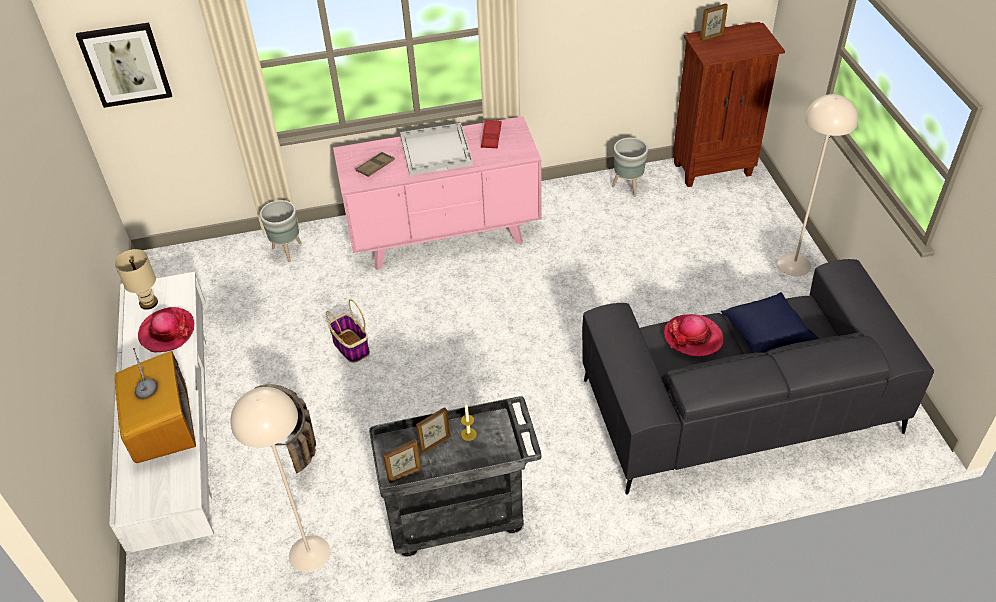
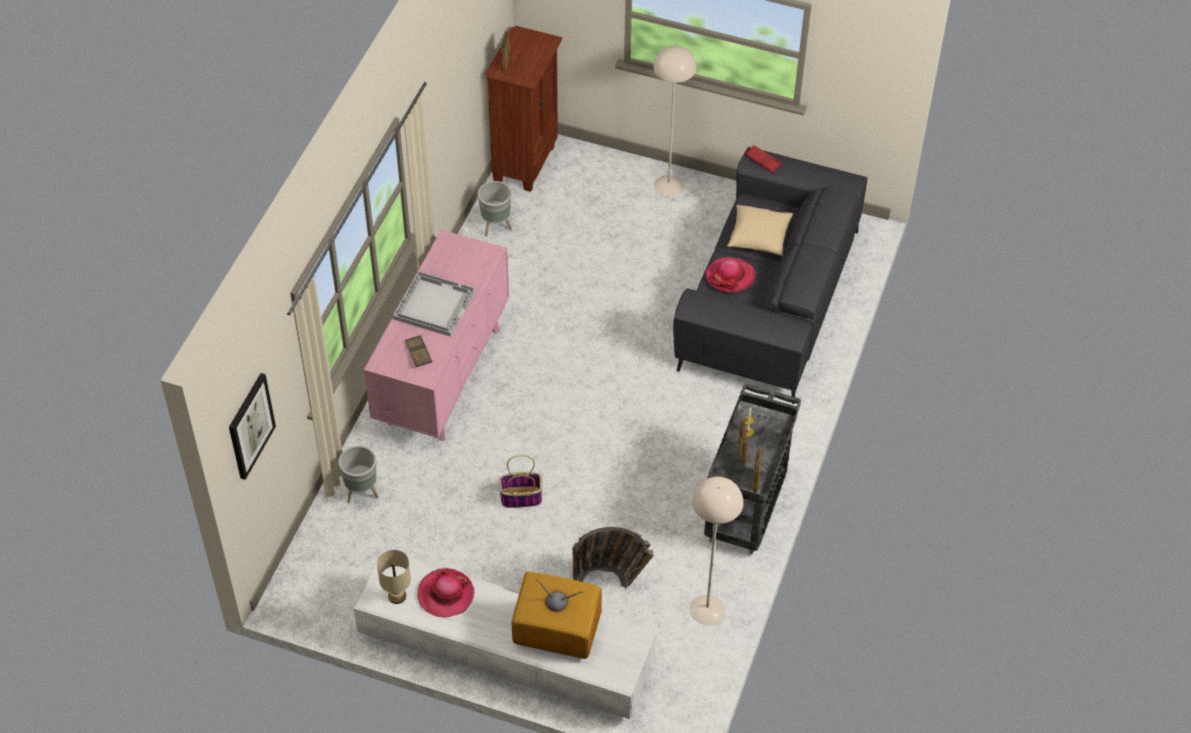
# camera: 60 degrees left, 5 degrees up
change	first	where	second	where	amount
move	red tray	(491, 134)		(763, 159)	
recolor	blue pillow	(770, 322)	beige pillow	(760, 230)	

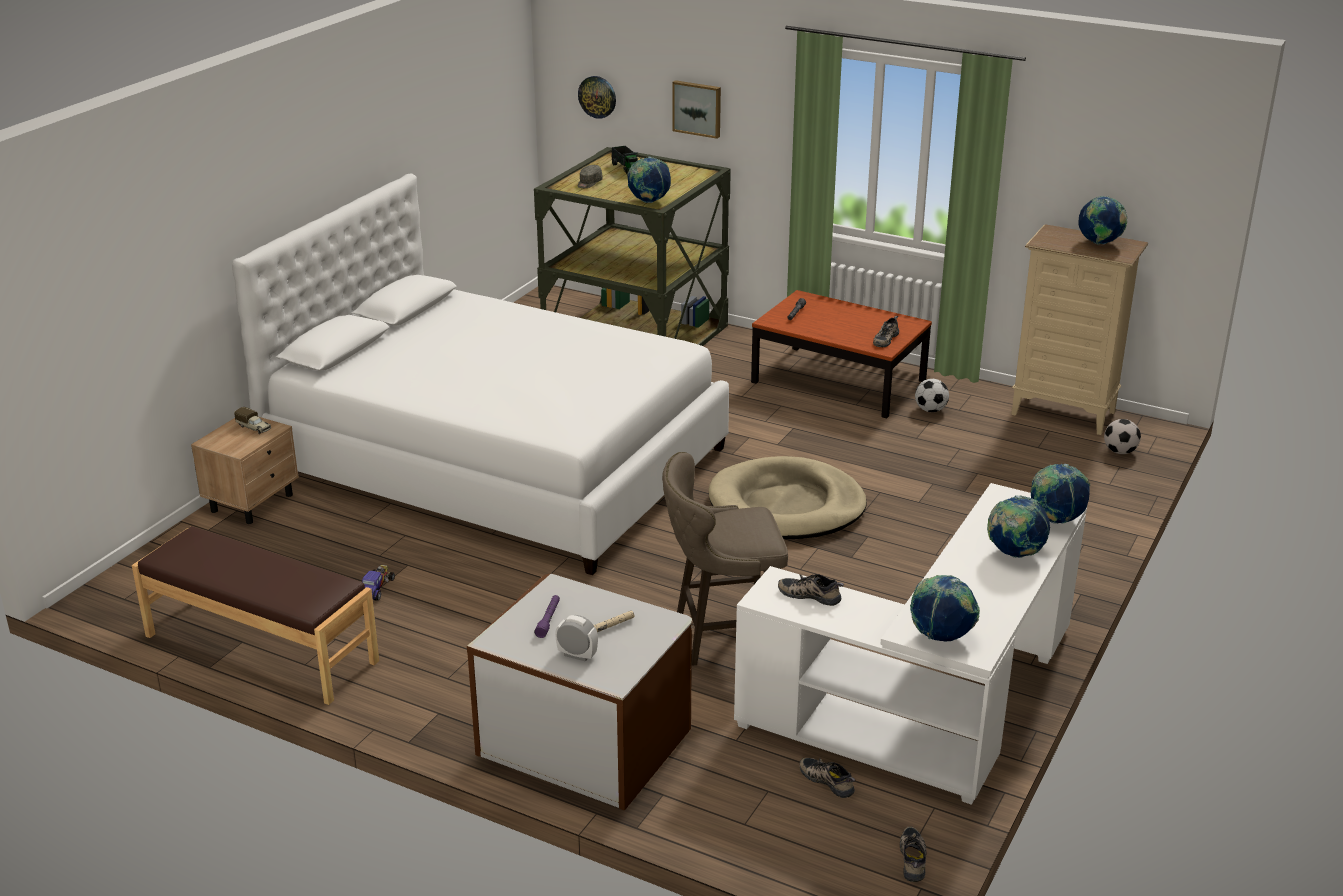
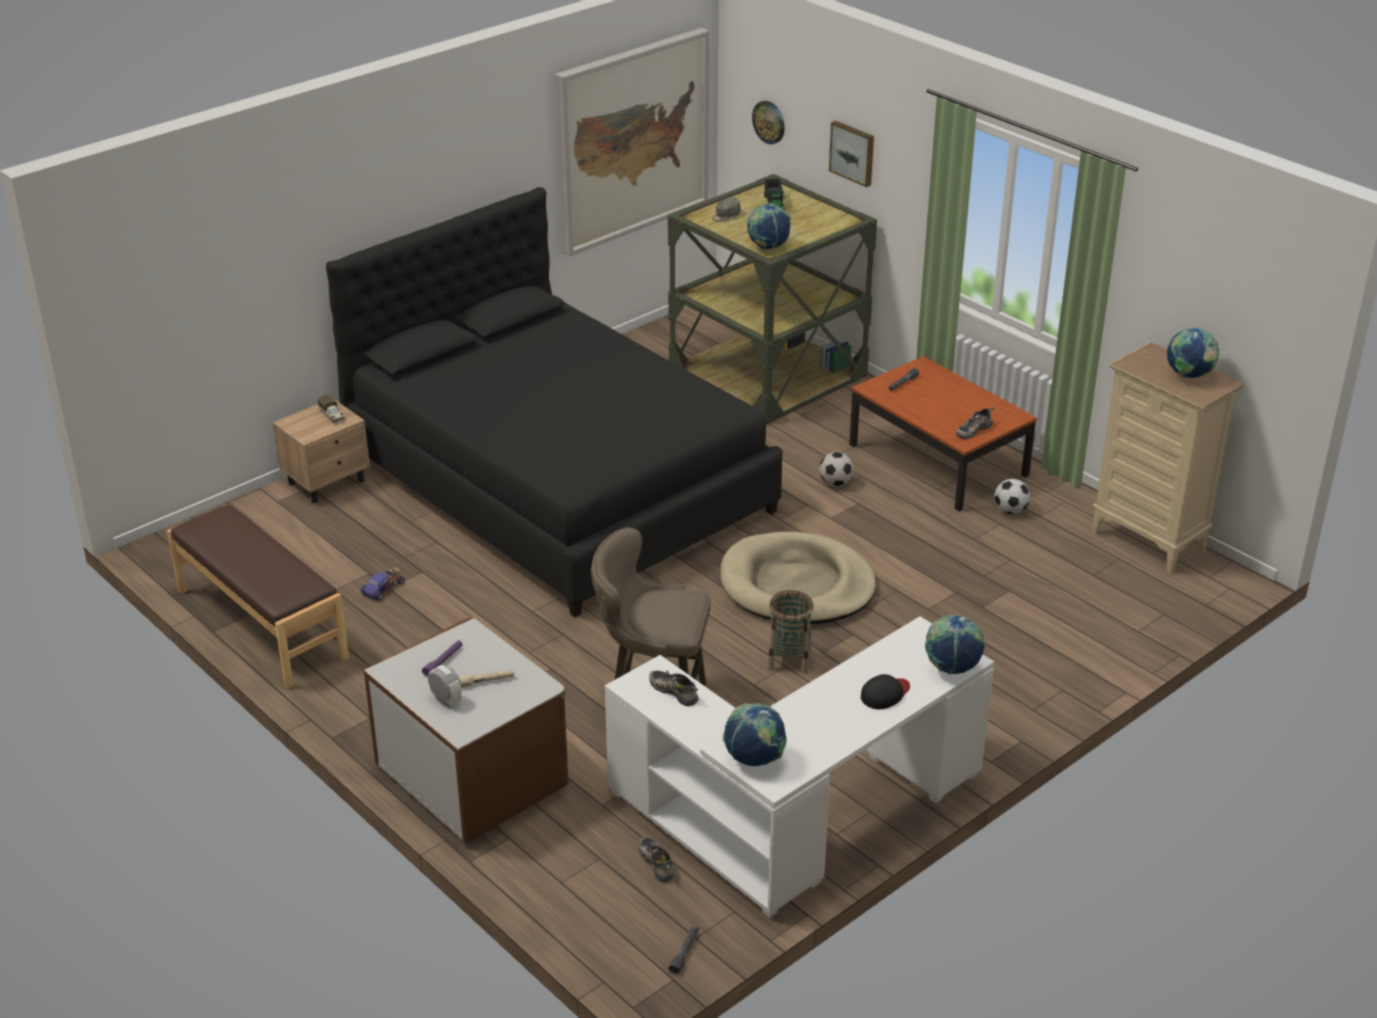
# camera: 20 degrees right, 5 degrees up
change	first	where	second	where	amount
insert			picture	(632, 142)	
insert			basket	(790, 631)	
move	football	(1122, 436)		(836, 469)	
replace	shoe	(913, 854)	grey flashlight	(683, 950)	
replace	globe	(1018, 526)	black cap	(885, 692)	
recolor	white bed	(480, 374)	black bed	(554, 402)	

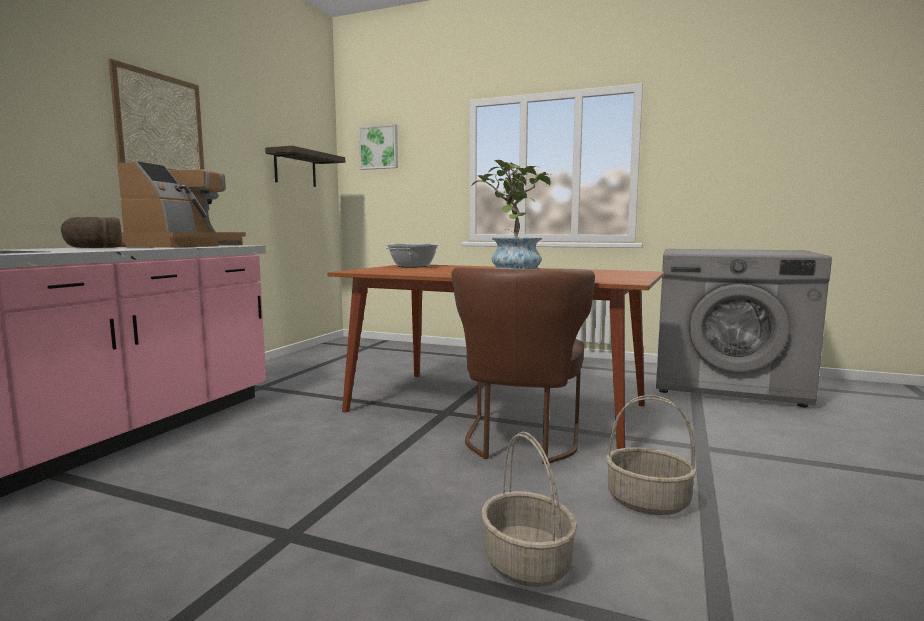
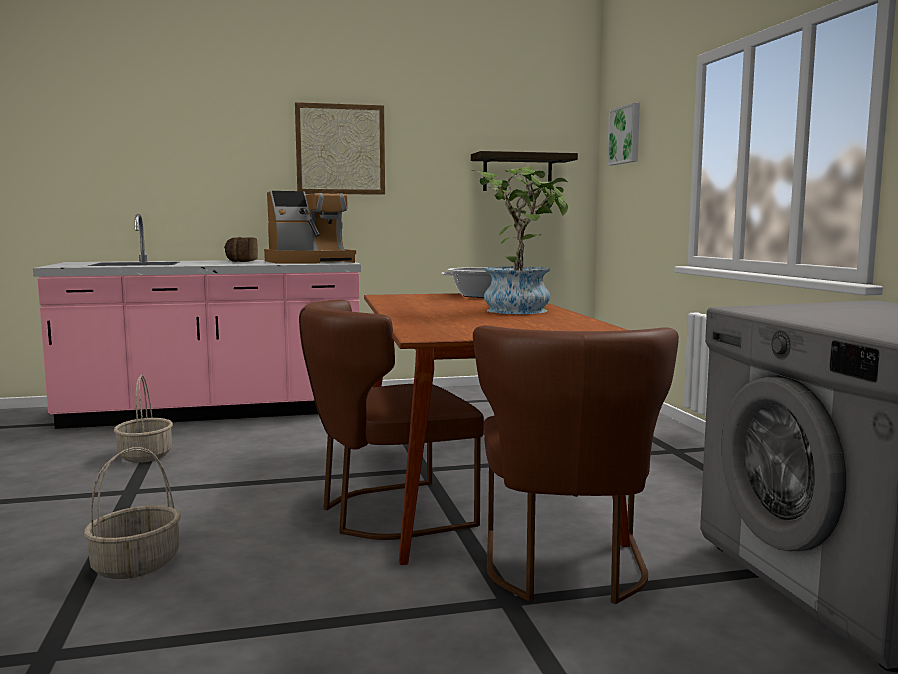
# camera: 55 degrees right, 0 degrees up
change	first	where	second	where	amount
insert			brown chair	(576, 464)	
move	basket	(651, 455)		(143, 419)	

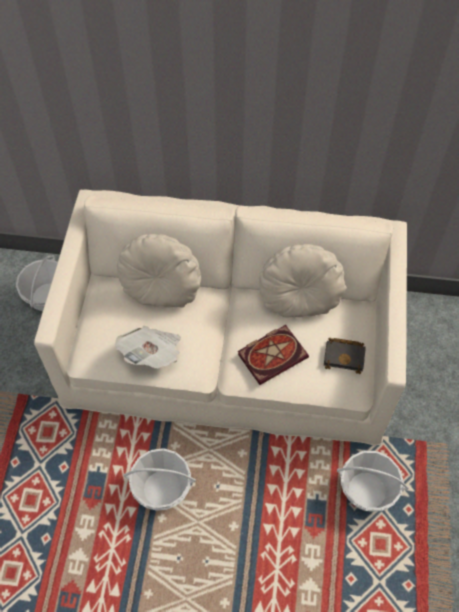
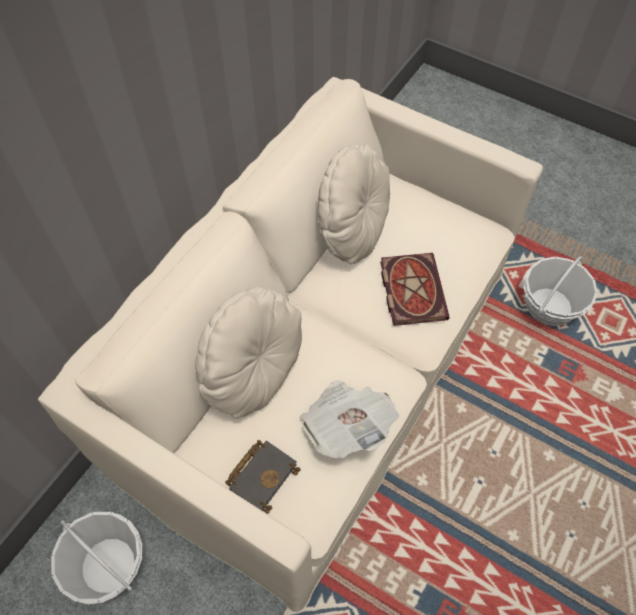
# camera: 65 degrees left, 0 degrees up
change	first	where	second	where	amount
delete	basket	(160, 479)			
move	black book	(345, 356)		(263, 477)	

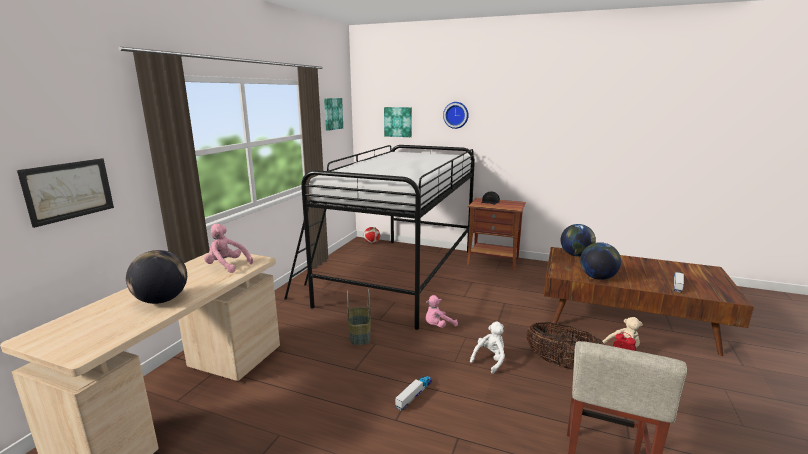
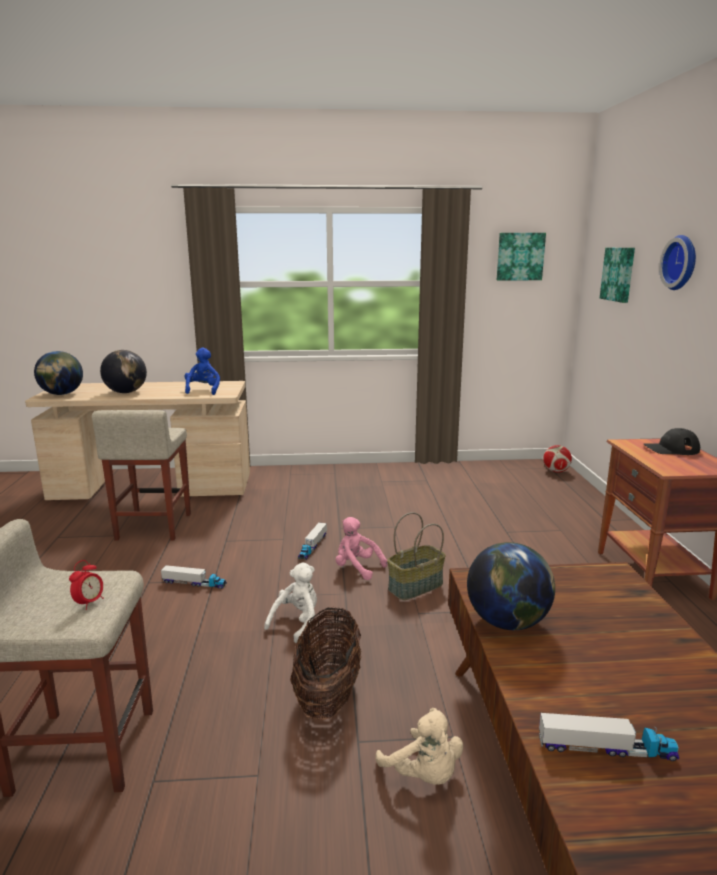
# camera: 65 degrees right, 0 degrees up
change	first	where	second	where	amount
delete	picture	(65, 193)			
delete	black bed	(379, 237)			
insert			beige stool	(141, 475)	
insert			toy truck	(312, 541)	
move	basket	(359, 317)		(416, 556)	
move	globe	(578, 240)		(58, 373)	
recolor	pink plush toy	(228, 248)	blue plush toy	(202, 371)	
rotate	white plush toy	(487, 348)		(290, 602)	75 degrees counterclockwise

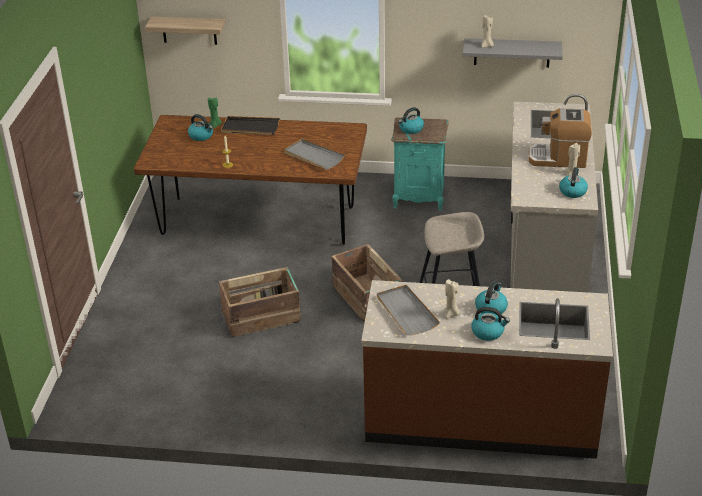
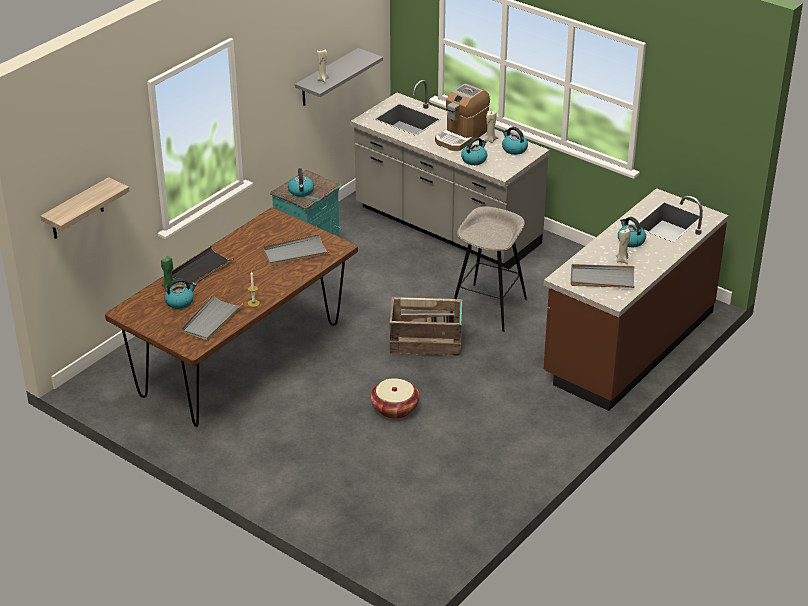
# camera: 60 degrees left, 0 degrees up
change	first	where	second	where	amount
insert			grey tray	(212, 317)	
move	kettle	(490, 324)		(474, 151)	
replace	crate	(260, 302)	basket	(395, 398)	

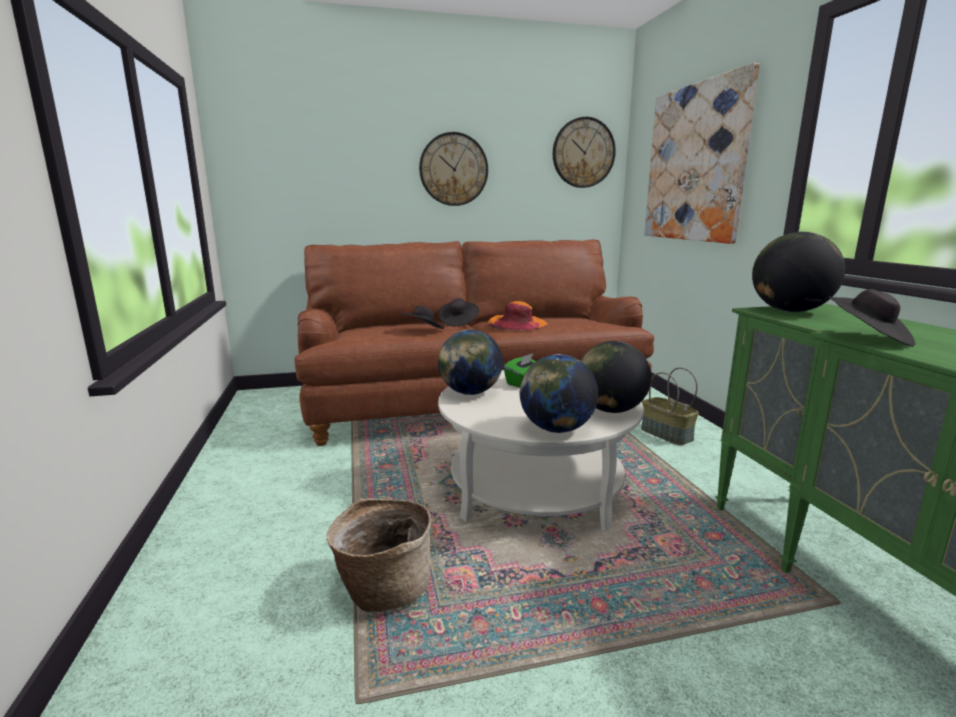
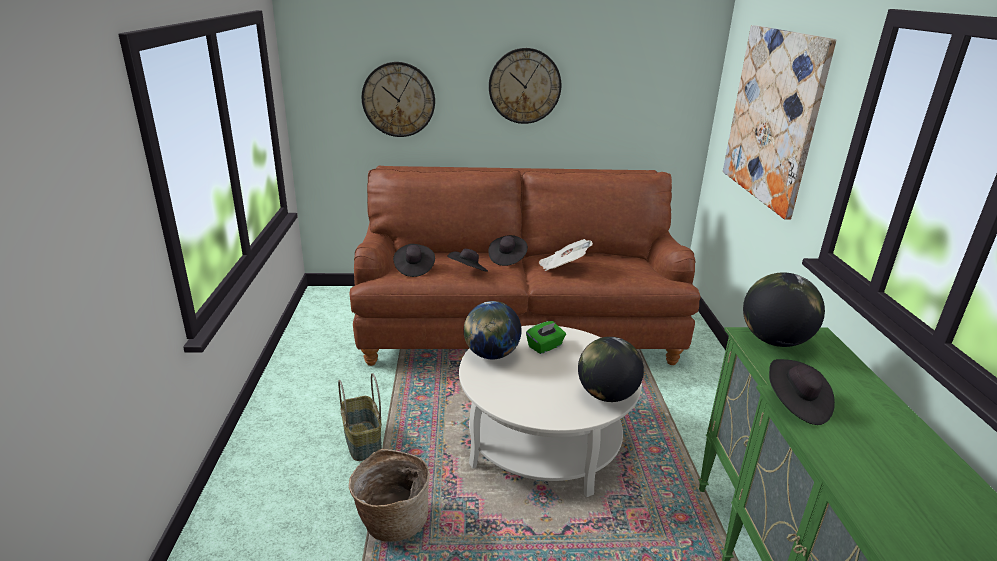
# camera: 10 degrees right, 10 degrees up
change	first	where	second	where	amount
delete	globe	(558, 393)			
insert			black hat	(414, 260)	
move	wall clock	(584, 152)		(398, 99)	
move	basket	(670, 406)		(360, 417)	
replace	orange hat	(517, 315)	newspaper	(566, 255)	

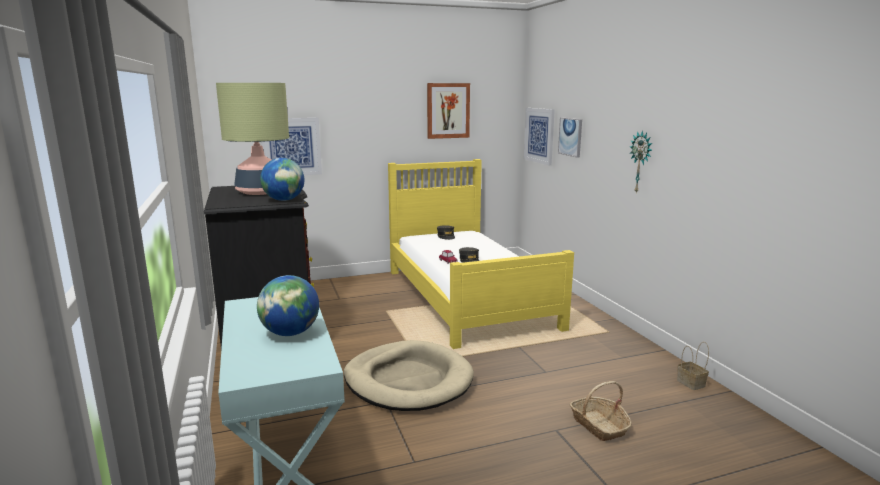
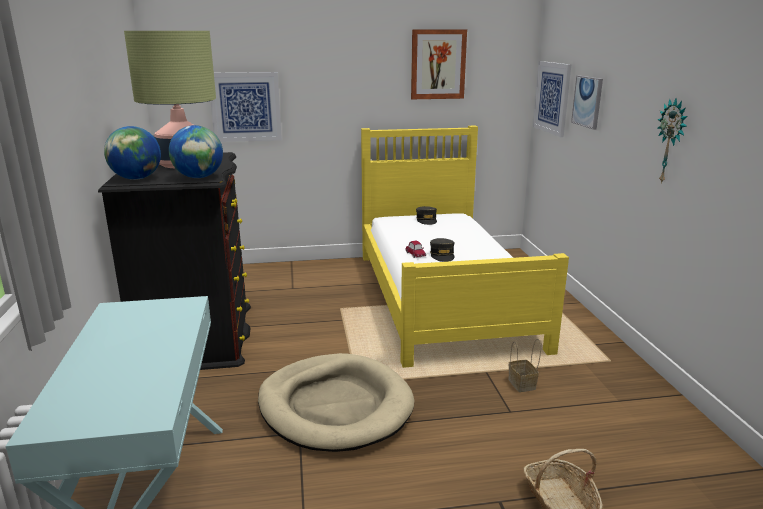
# camera: 10 degrees right, 5 degrees up
change	first	where	second	where	amount
move	globe	(288, 305)		(132, 153)	
move	basket	(693, 366)		(524, 365)	

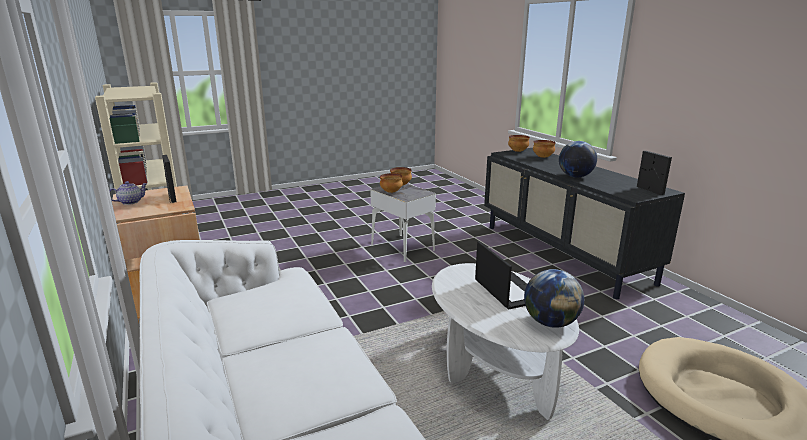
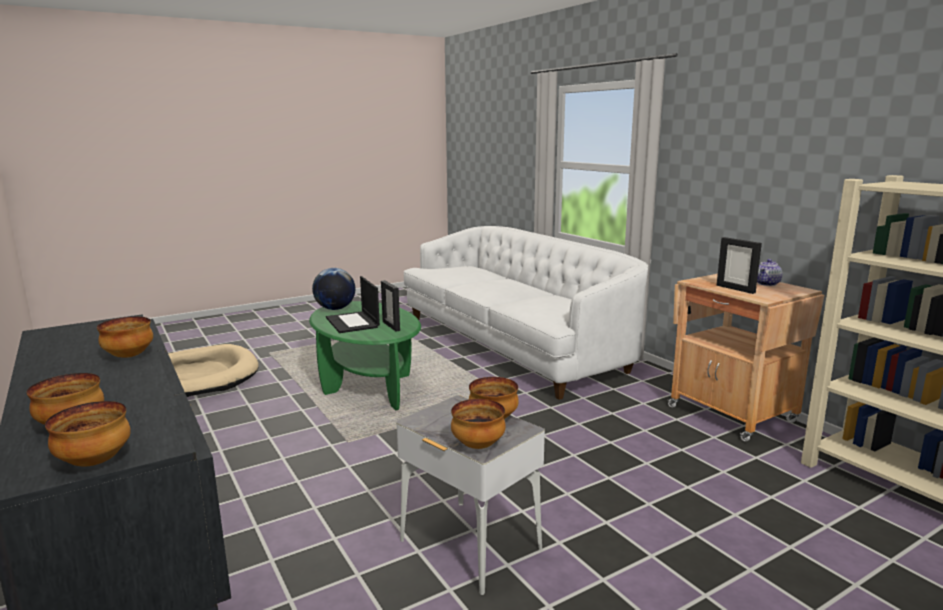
# camera: 175 degrees right, 5 degrees down
change	first	where	second	where	amount
move	picture frame	(654, 173)		(390, 305)	
replace	globe	(578, 159)	bowl	(125, 337)	
recolor	white coffee table	(505, 341)	green coffee table	(365, 355)	

